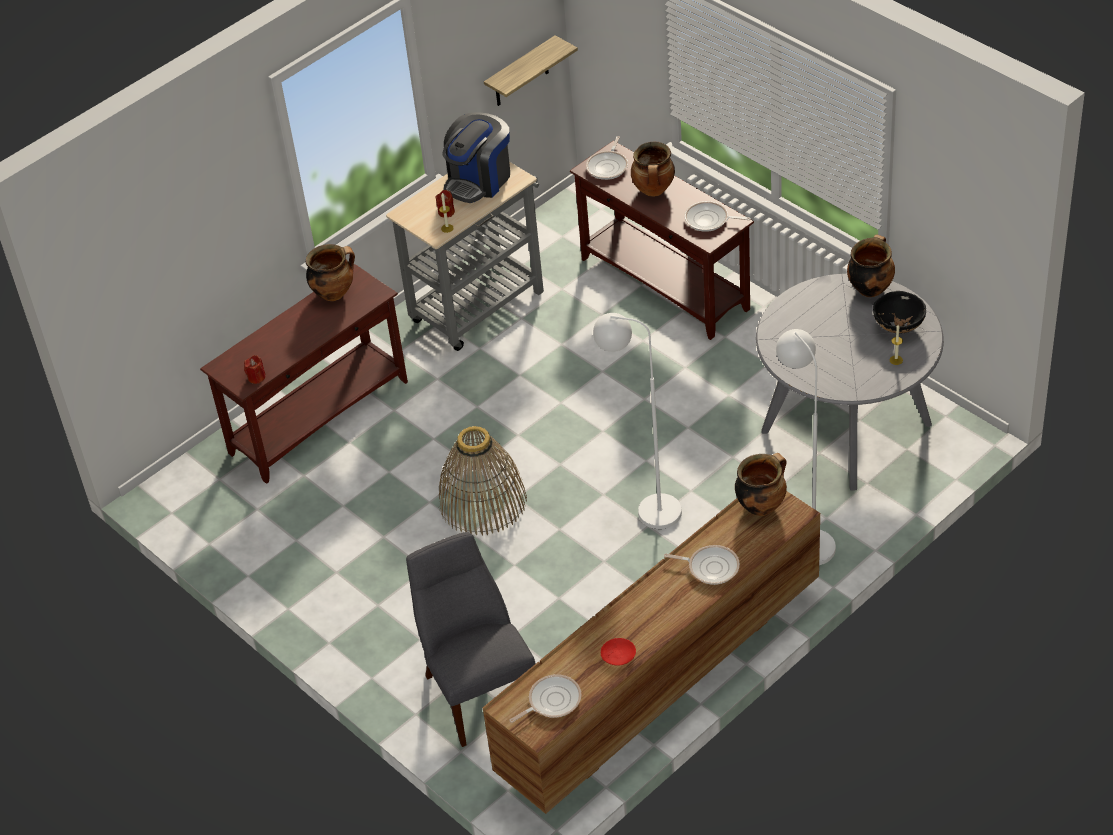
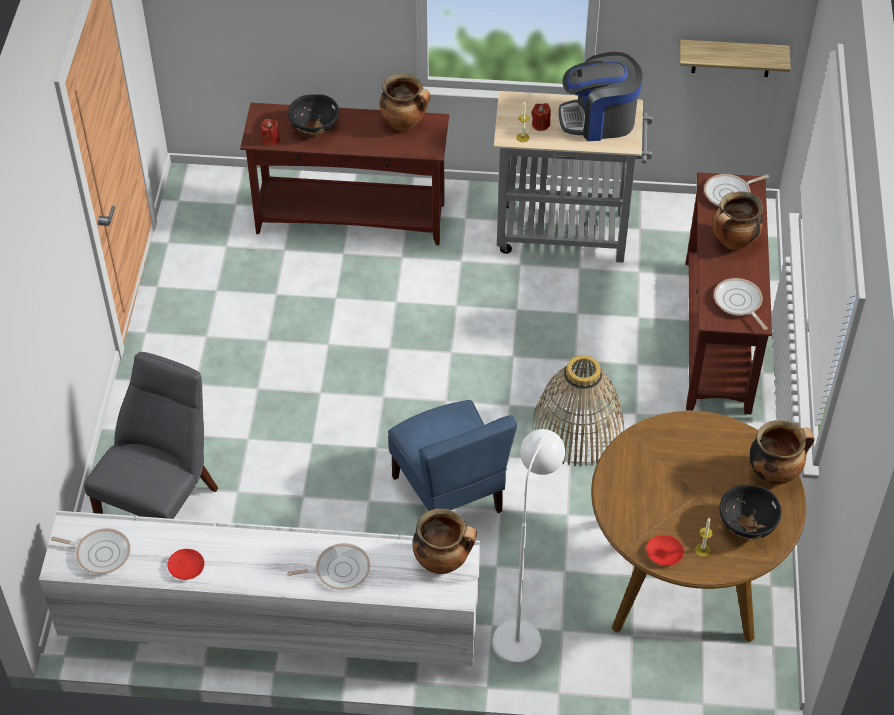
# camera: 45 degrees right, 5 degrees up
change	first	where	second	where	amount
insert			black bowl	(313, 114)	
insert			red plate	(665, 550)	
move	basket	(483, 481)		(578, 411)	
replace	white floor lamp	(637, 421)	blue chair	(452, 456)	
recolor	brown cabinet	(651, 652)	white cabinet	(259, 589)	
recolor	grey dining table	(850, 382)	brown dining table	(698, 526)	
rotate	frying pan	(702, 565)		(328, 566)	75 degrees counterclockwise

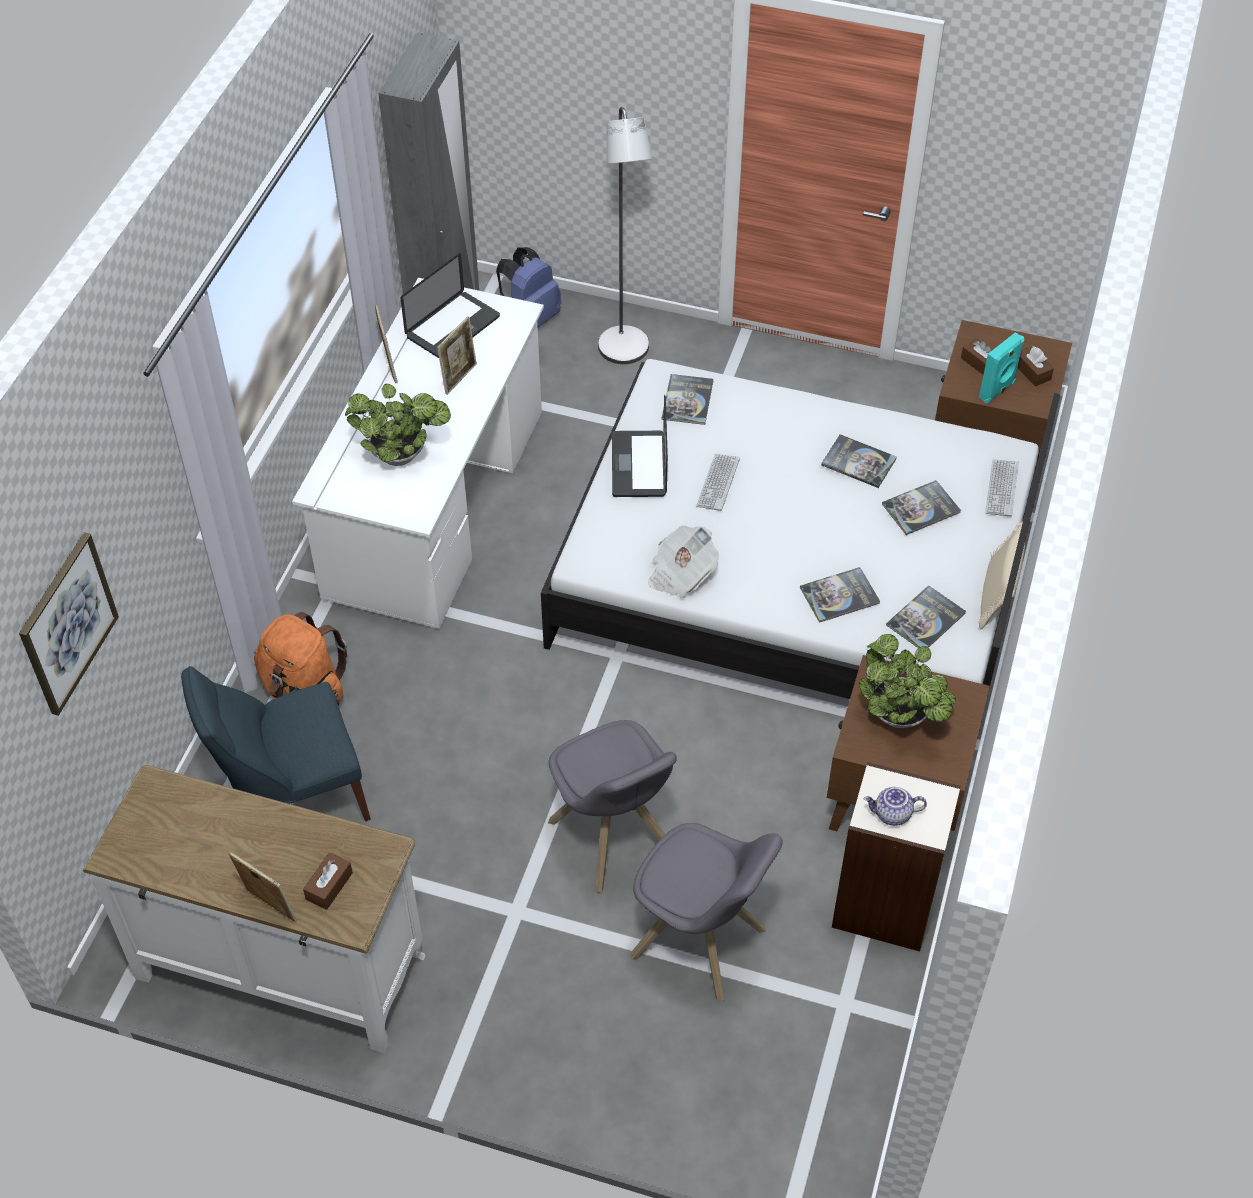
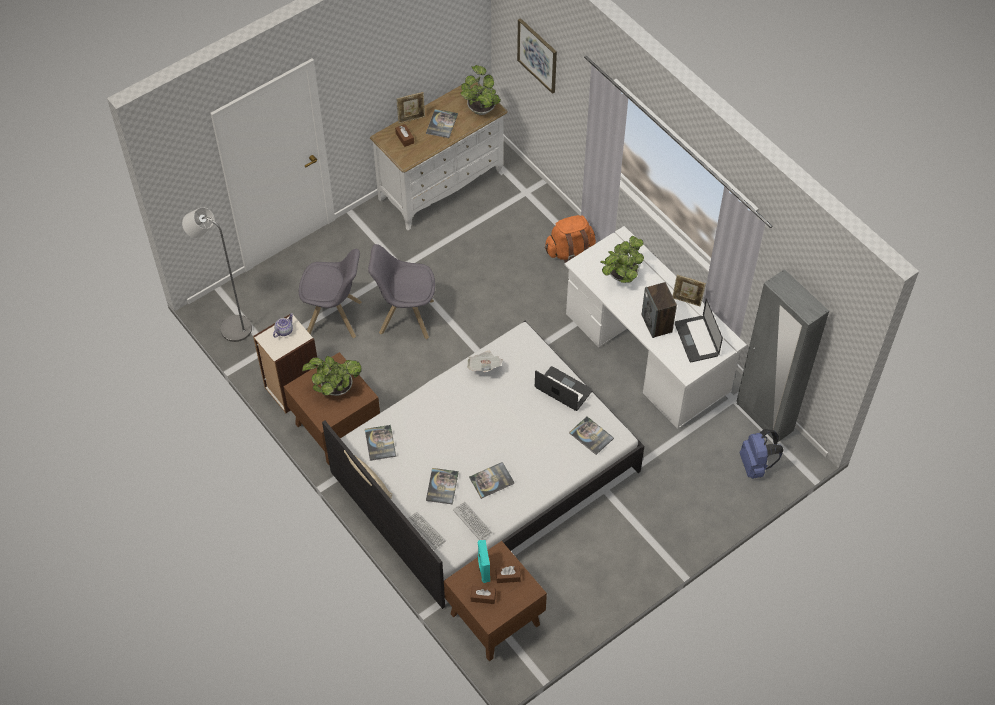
# camera: 125 degrees right, 5 degrees up
change	first	where	second	where	amount
delete	blue chair	(276, 743)			
insert			potted plant	(481, 90)	
move	grey floor lamp	(625, 235)		(217, 274)	
move	keyboard	(718, 482)		(472, 521)	
move	book	(840, 595)		(442, 123)	
replace	picture frame	(457, 355)	speaker	(659, 310)	
rotate	grey chair	(706, 912)		(330, 293)	150 degrees counterclockwise

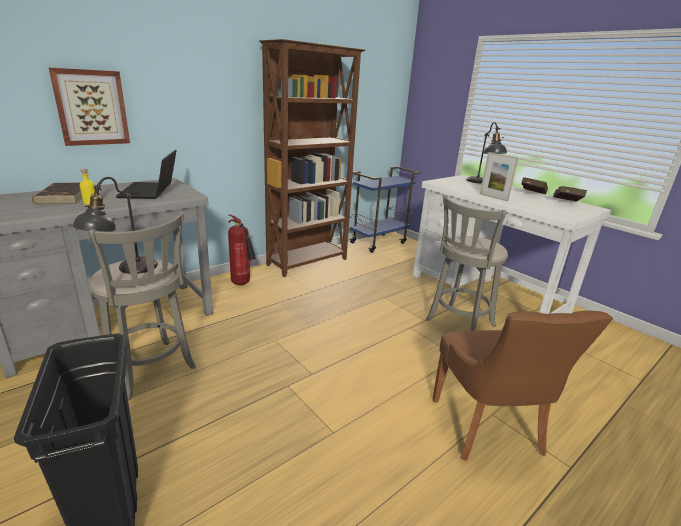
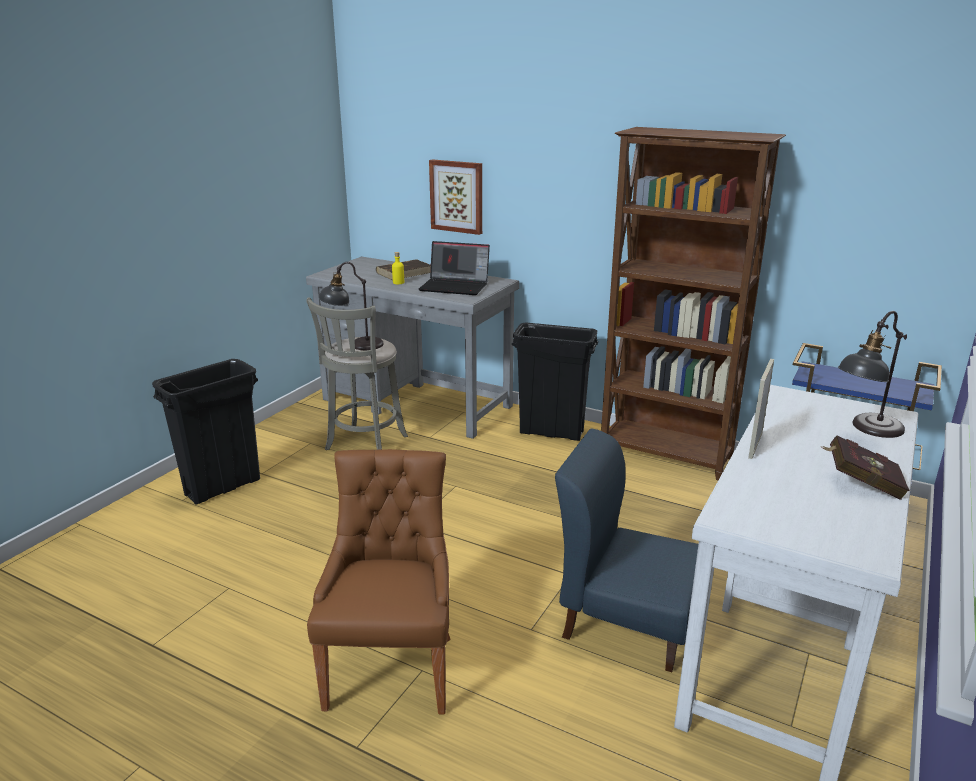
# camera: 70 degrees right, 0 degrees up
change	first	where	second	where	amount
delete	red book	(570, 194)			
replace	fire extinguisher	(242, 249)	black trash can	(555, 381)	
replace	grey stool	(467, 263)	blue chair	(626, 550)	
rotate	laptop	(146, 174)		(454, 268)	135 degrees counterclockwise
rotate	brown chair	(522, 385)		(379, 581)	120 degrees clockwise

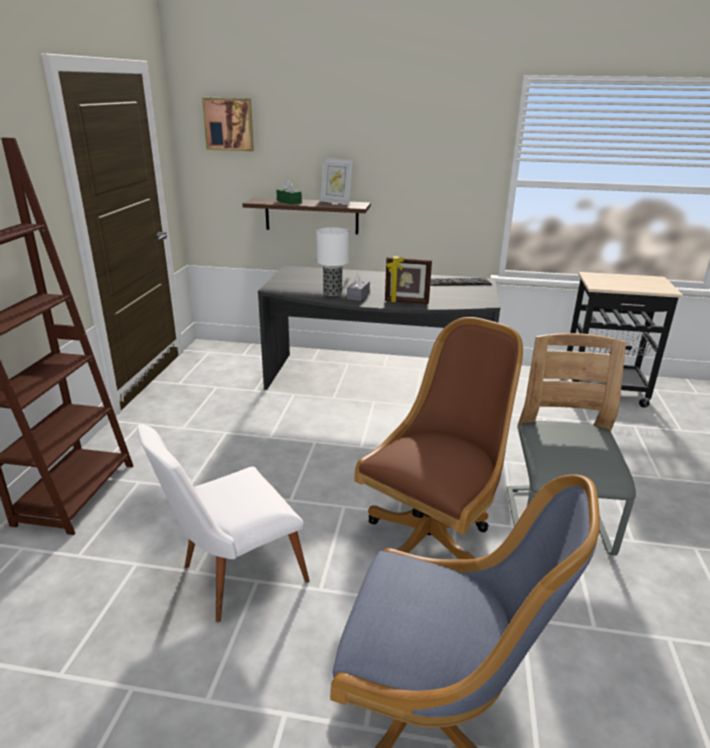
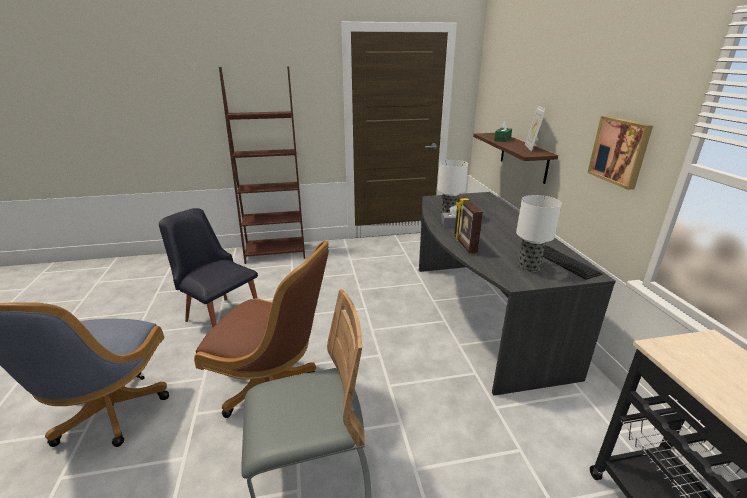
# camera: 70 degrees right, 0 degrees up
change	first	where	second	where	amount
insert			table lamp	(539, 233)	
move	picture	(228, 124)		(620, 153)	
recolor	white chair	(223, 523)	black chair	(208, 267)	

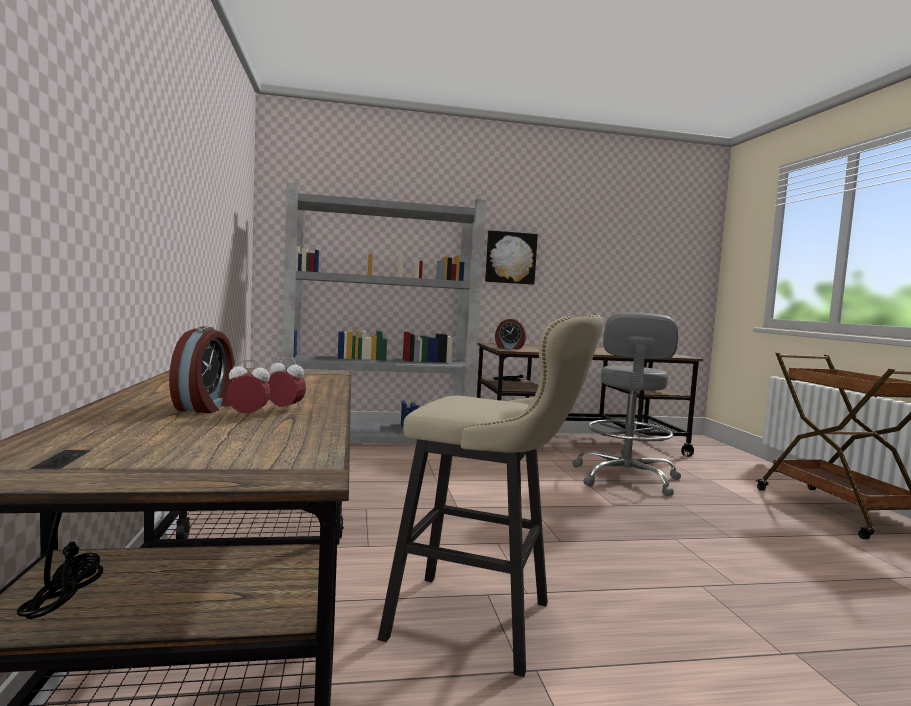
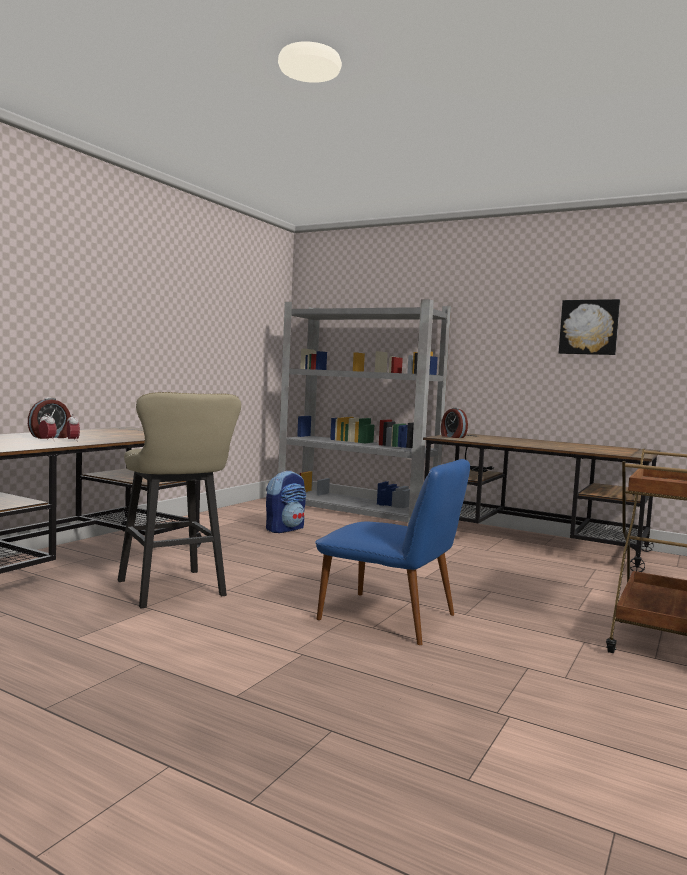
# camera: 40 degrees right, 0 degrees up
change	first	where	second	where	amount
delete	grey stool	(626, 404)			
insert			backpack	(286, 502)	
insert			blue chair	(392, 552)	
move	picture	(511, 257)		(589, 327)	

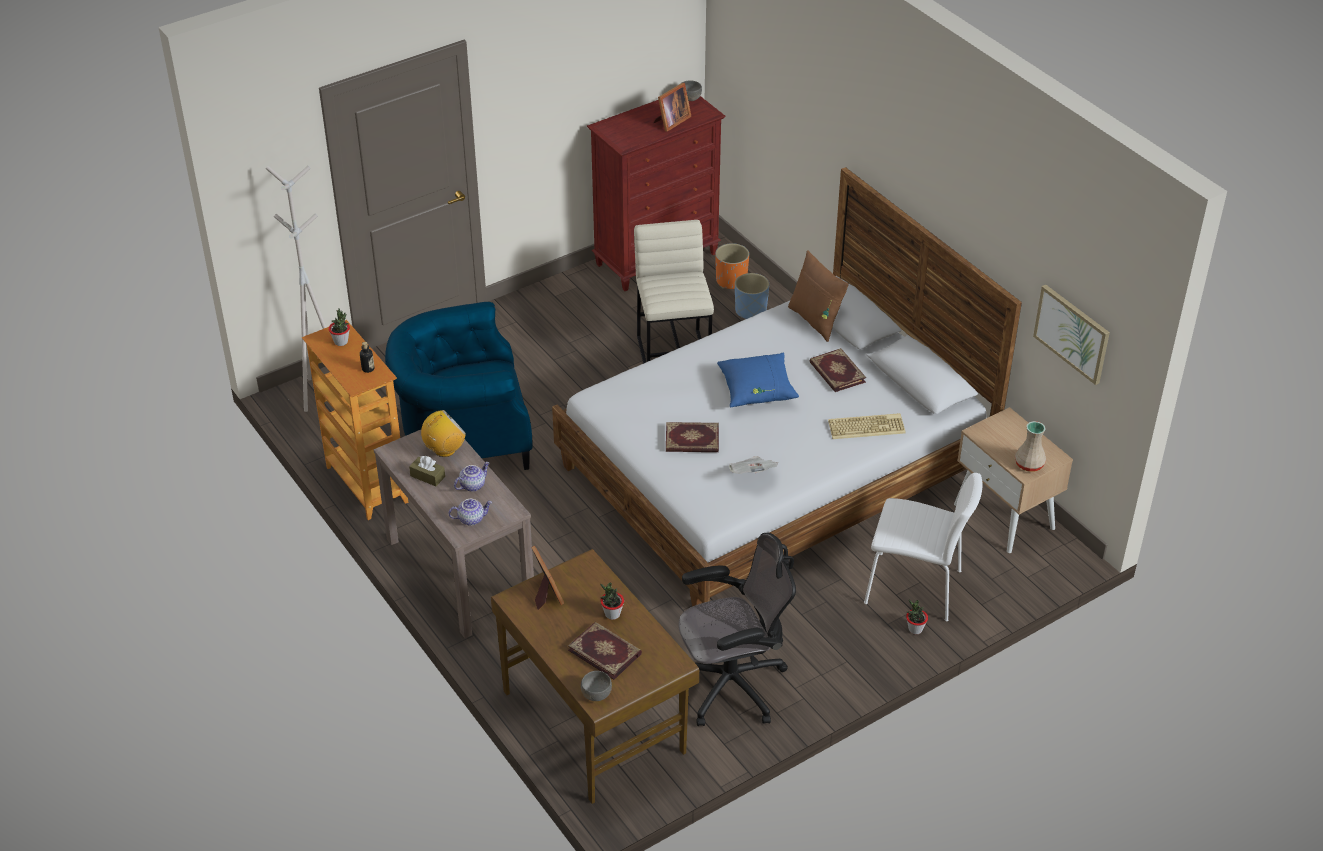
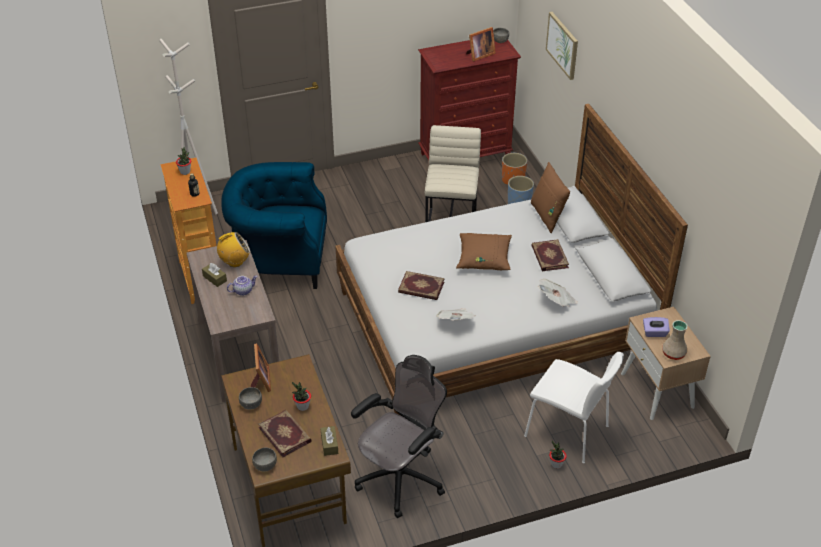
# camera: 15 degrees right, 0 degrees up
change	first	where	second	where	amount
delete	teapot	(470, 512)			
insert			grey bowl	(250, 398)	
insert			brown tissue box	(329, 441)	
insert			purple tissue box	(656, 327)	
move	picture	(1071, 335)		(562, 46)	
replace	keyboard	(867, 426)	newspaper	(558, 293)	
recolor	blue pillow	(758, 380)	brown pillow	(484, 251)	
rotate	office chair	(737, 629)		(399, 436)	45 degrees counterclockwise

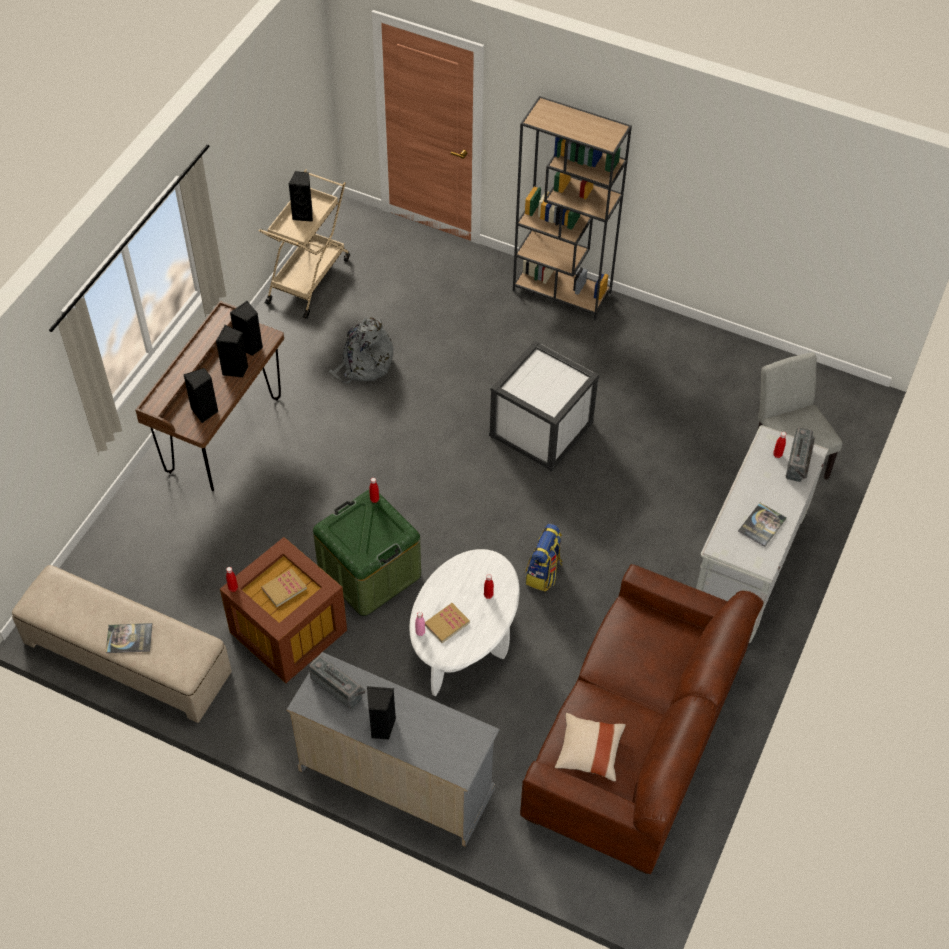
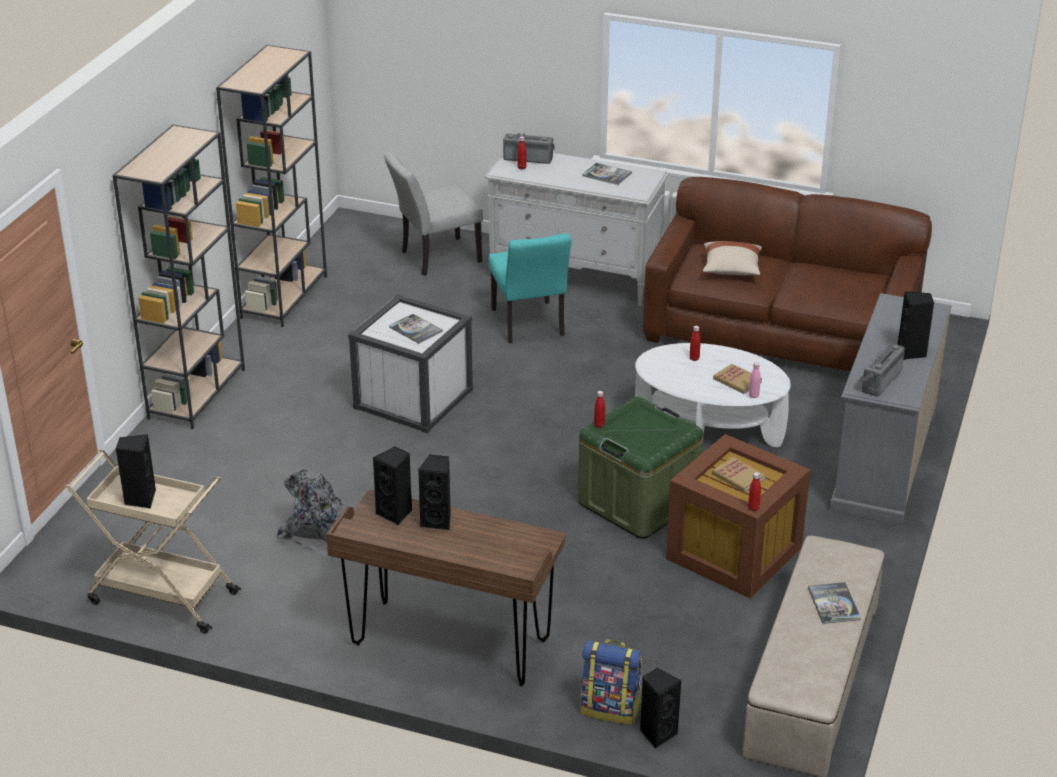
# camera: 95 degrees left, 20 degrees down
change	first	where	second	where	amount
insert			bookcase	(271, 186)	
insert			book	(416, 329)	
insert			turquoise chair	(530, 288)	
move	black speaker	(201, 395)		(660, 708)	
move	backpack	(544, 557)		(611, 681)	
move	beige pillow	(590, 747)		(732, 258)	

